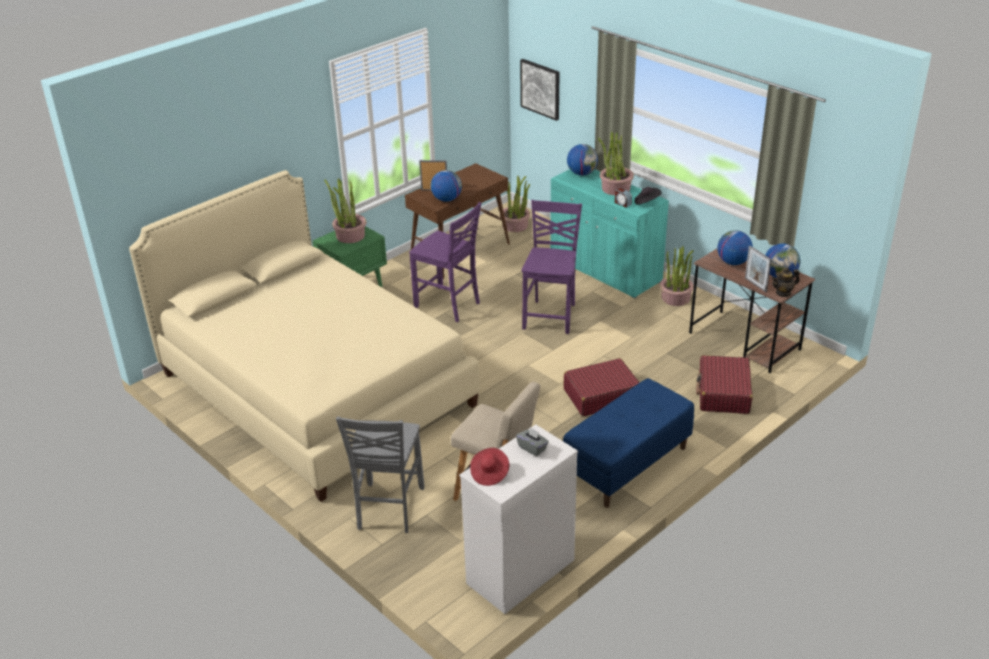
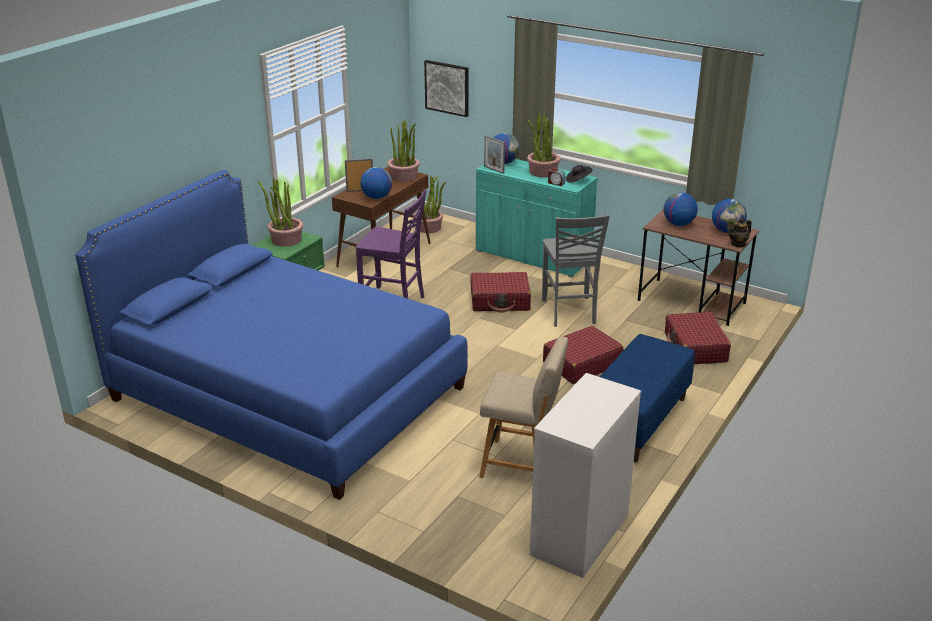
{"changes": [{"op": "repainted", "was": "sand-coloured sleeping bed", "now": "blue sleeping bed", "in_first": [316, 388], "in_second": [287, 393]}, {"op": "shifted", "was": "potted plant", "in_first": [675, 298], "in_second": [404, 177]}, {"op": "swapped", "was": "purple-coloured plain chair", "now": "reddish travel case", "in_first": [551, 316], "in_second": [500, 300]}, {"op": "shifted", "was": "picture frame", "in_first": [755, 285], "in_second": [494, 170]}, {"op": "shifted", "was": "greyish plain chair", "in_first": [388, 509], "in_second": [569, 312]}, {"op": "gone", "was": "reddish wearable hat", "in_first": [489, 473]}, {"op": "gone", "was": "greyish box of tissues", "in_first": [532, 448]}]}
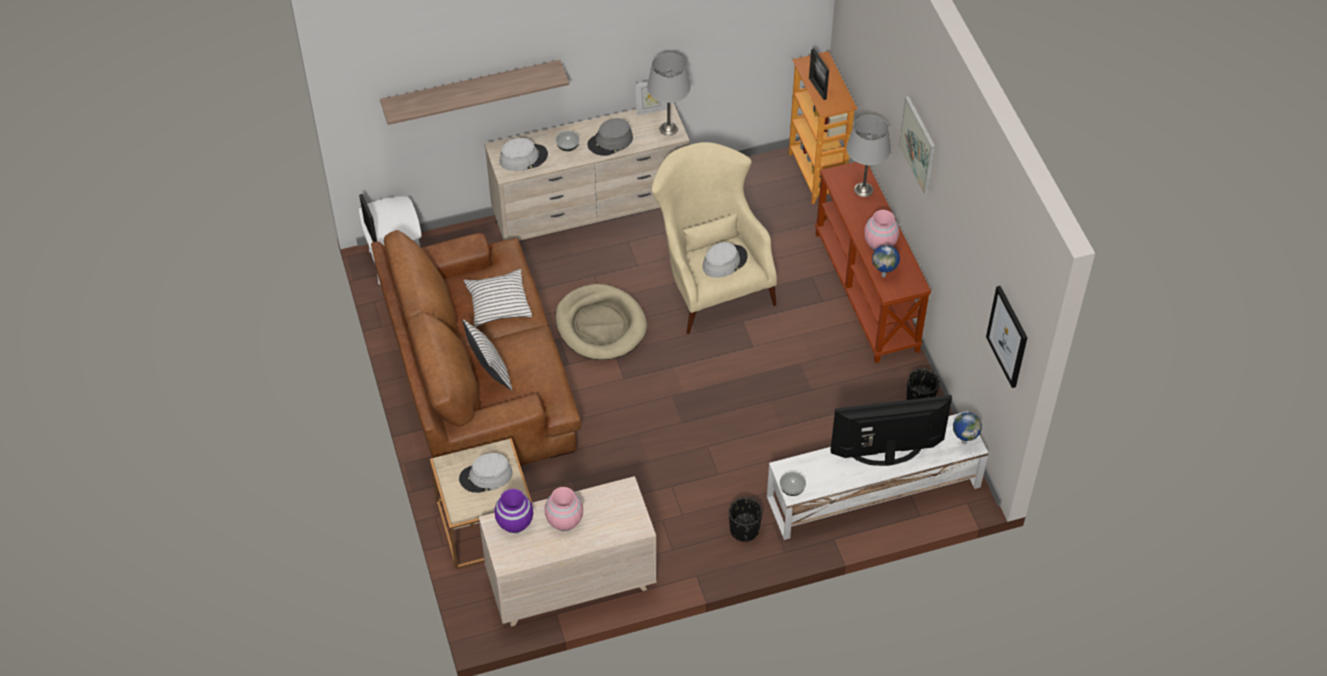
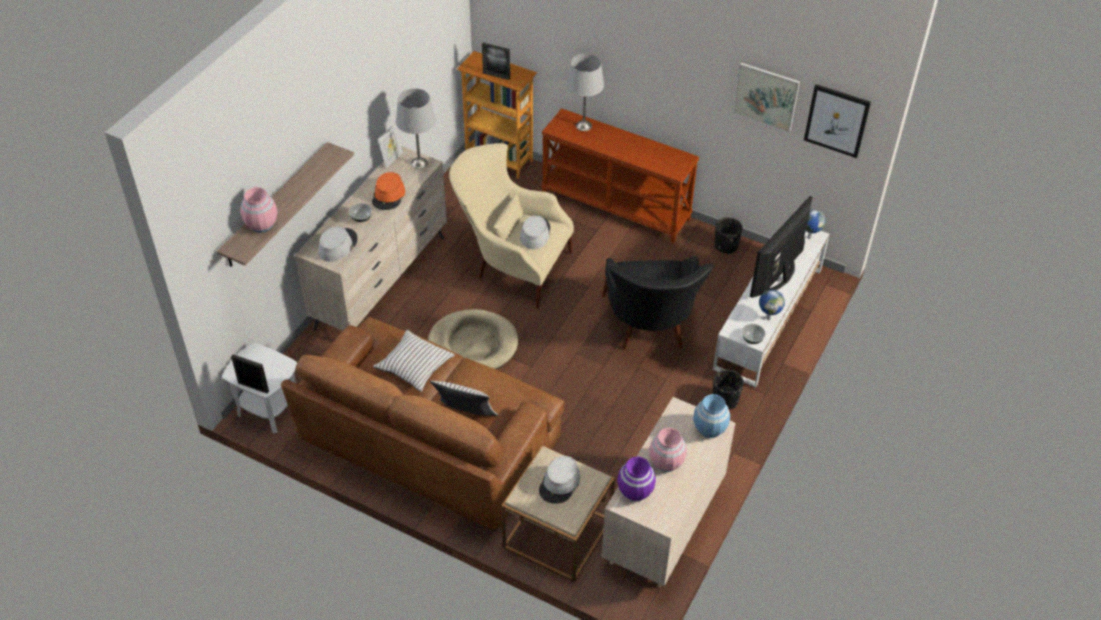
{"changes": [{"op": "shifted", "was": "pinkish decorative vase", "in_first": [880, 243], "in_second": [262, 224]}, {"op": "repainted", "was": "greyish wearable hat", "now": "orangey wearable hat", "in_first": [610, 141], "in_second": [388, 196]}, {"op": "new", "now": "blackish easy chair", "in_second": [649, 331]}, {"op": "new", "now": "blue decorative vase", "in_second": [709, 428]}, {"op": "shifted", "was": "wall picture", "in_first": [918, 145], "in_second": [766, 96]}, {"op": "shifted", "was": "desk globe", "in_first": [884, 275], "in_second": [768, 318]}]}
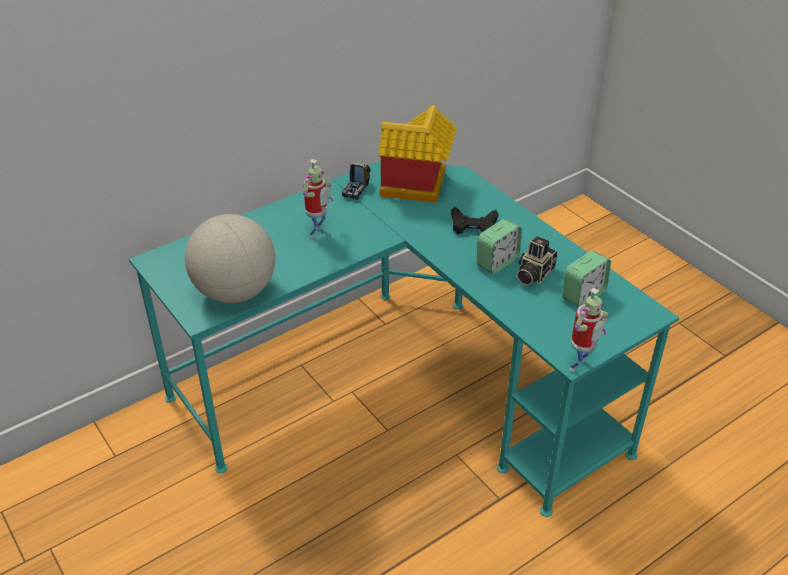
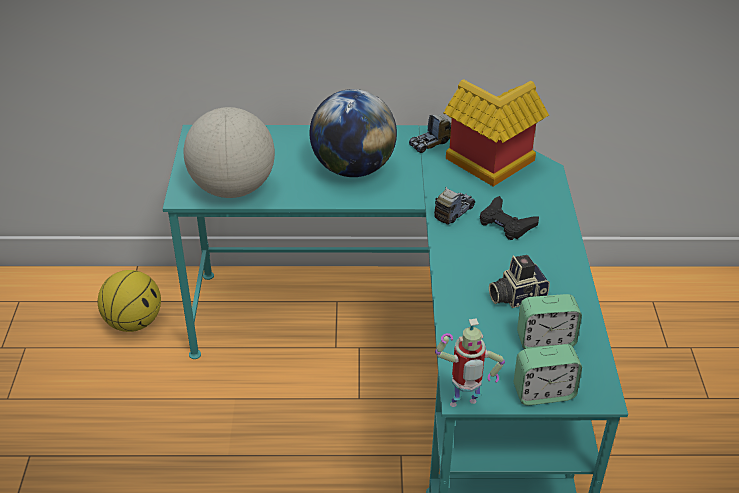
{"changes": [{"op": "new", "now": "ball for basketball", "in_second": [134, 322]}, {"op": "swapped", "was": "model robot", "now": "desk globe", "in_first": [318, 233], "in_second": [353, 169]}, {"op": "new", "now": "model truck", "in_second": [454, 212]}, {"op": "shifted", "was": "table clock", "in_first": [497, 262], "in_second": [543, 393]}]}
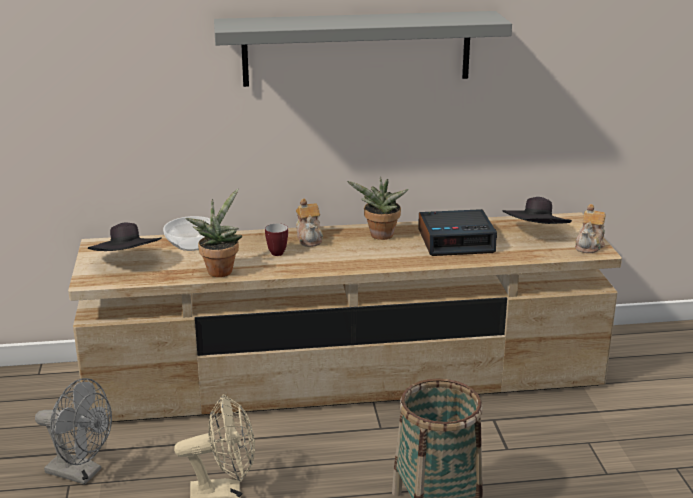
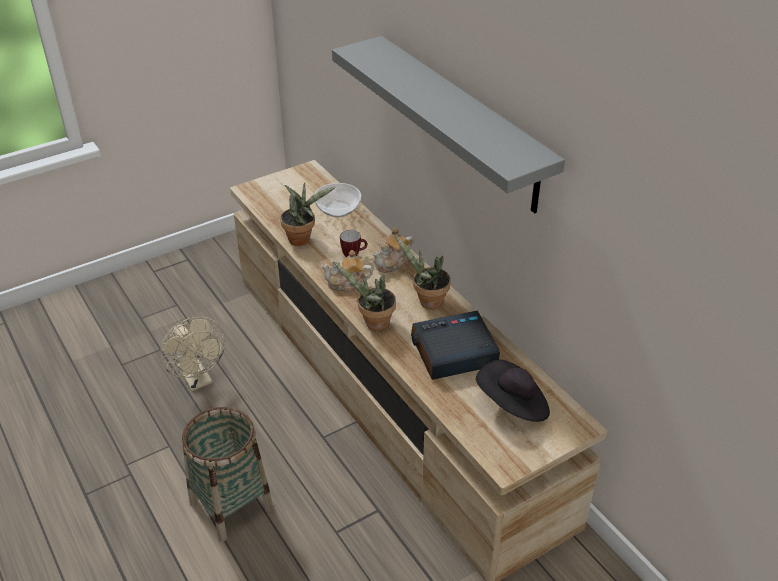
{"changes": [{"op": "shifted", "was": "tea pot", "in_first": [590, 245], "in_second": [347, 284]}, {"op": "new", "now": "potted plant", "in_second": [373, 324]}, {"op": "rotated", "was": "table clock", "in_first": [456, 241], "in_second": [453, 353], "clockwise": 105}, {"op": "gone", "was": "greyish cooling fan", "in_first": [81, 473]}, {"op": "gone", "was": "blackish wearable hat", "in_first": [128, 262]}]}
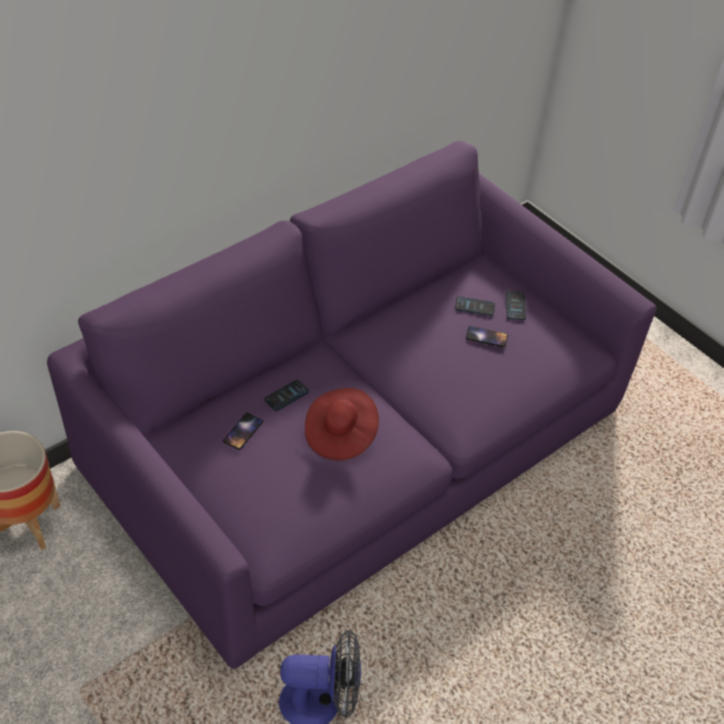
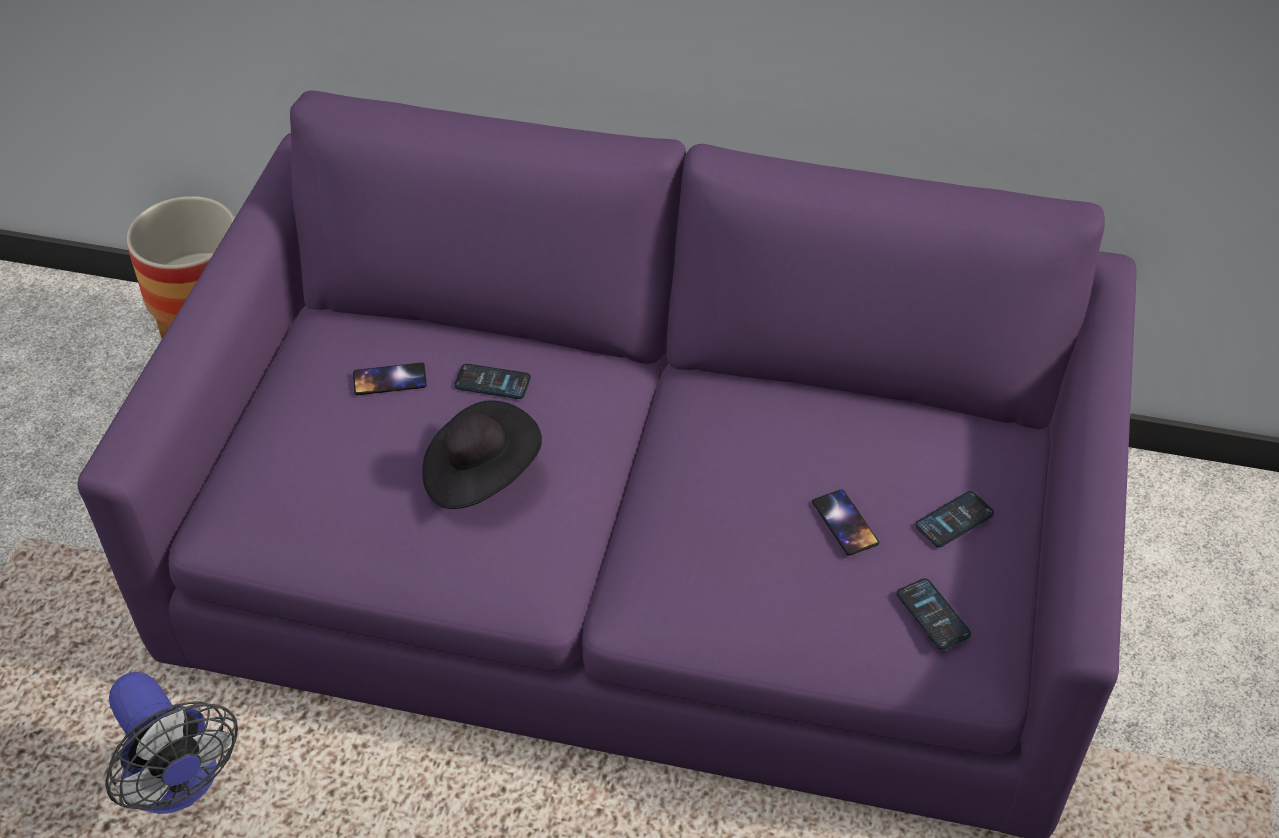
{"changes": [{"op": "repainted", "was": "reddish wearable hat", "now": "blackish wearable hat", "in_first": [340, 435], "in_second": [480, 475]}, {"op": "shifted", "was": "phone", "in_first": [474, 307], "in_second": [933, 615]}]}
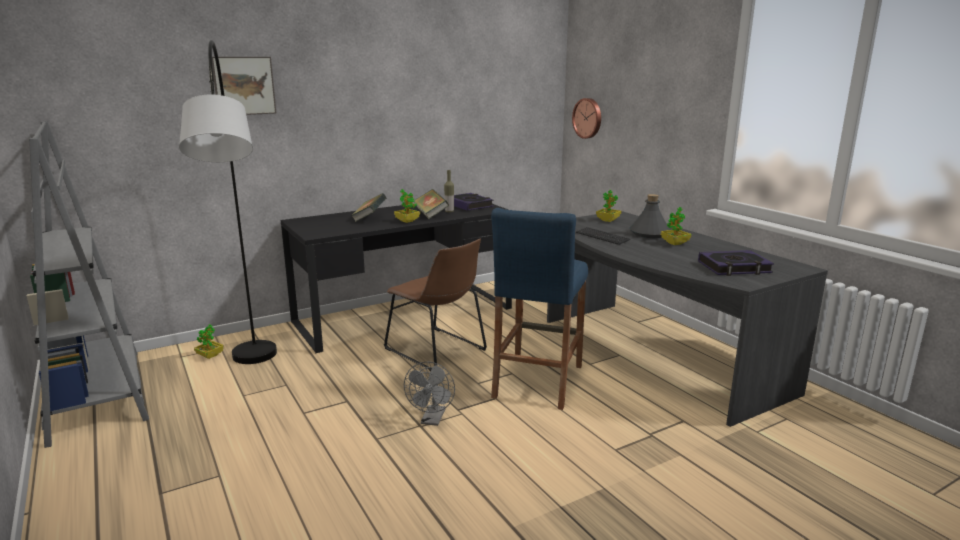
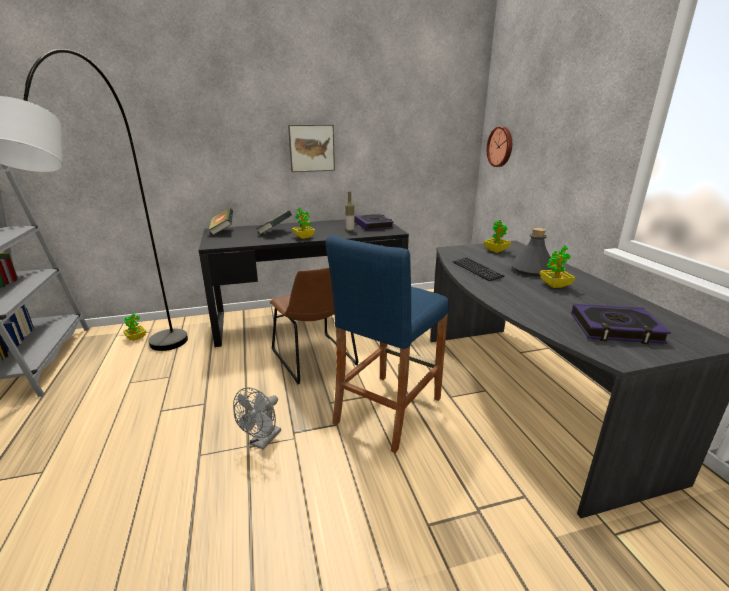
{"changes": [{"op": "shifted", "was": "volume", "in_first": [430, 214], "in_second": [222, 231]}, {"op": "shifted", "was": "wall picture", "in_first": [243, 85], "in_second": [311, 148]}]}
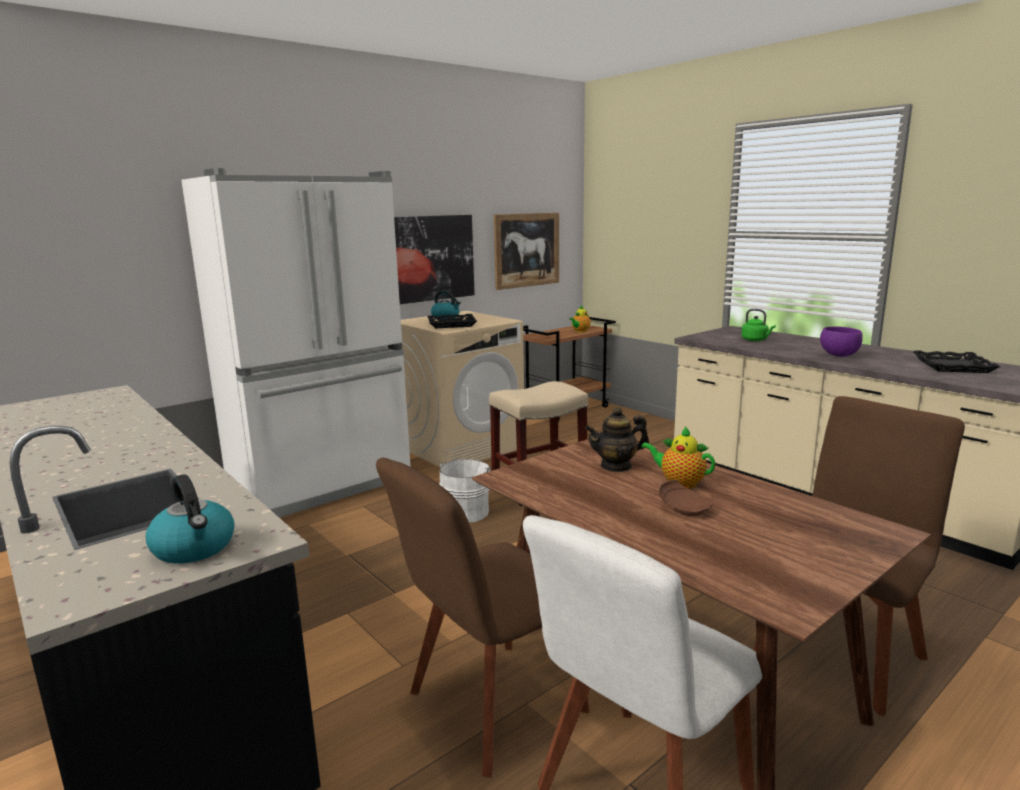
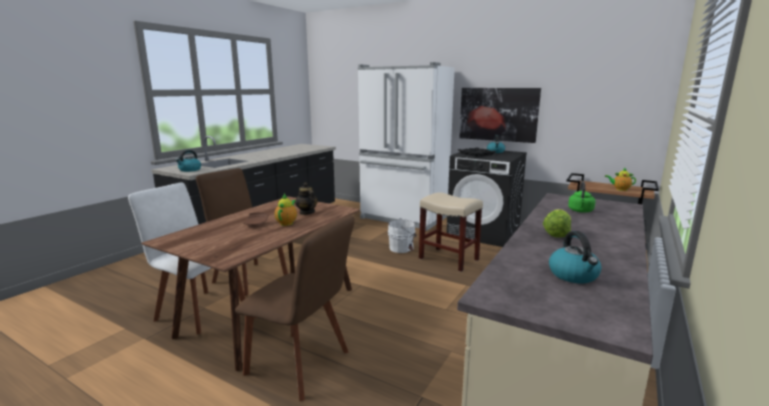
{"changes": [{"op": "repainted", "was": "sand-coloured laundry appliance", "now": "blackish laundry appliance", "in_first": [462, 447], "in_second": [484, 233]}, {"op": "swapped", "was": "purple-coloured bowl", "now": "lettuce head", "in_first": [839, 355], "in_second": [556, 234]}, {"op": "swapped", "was": "blackish carrying tray", "now": "tea kettle", "in_first": [952, 366], "in_second": [574, 275]}, {"op": "gone", "was": "wall picture", "in_first": [527, 250]}]}
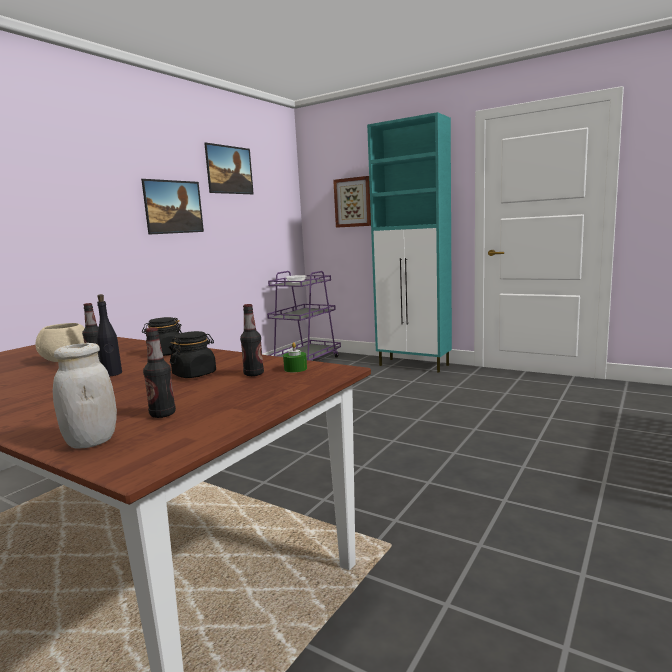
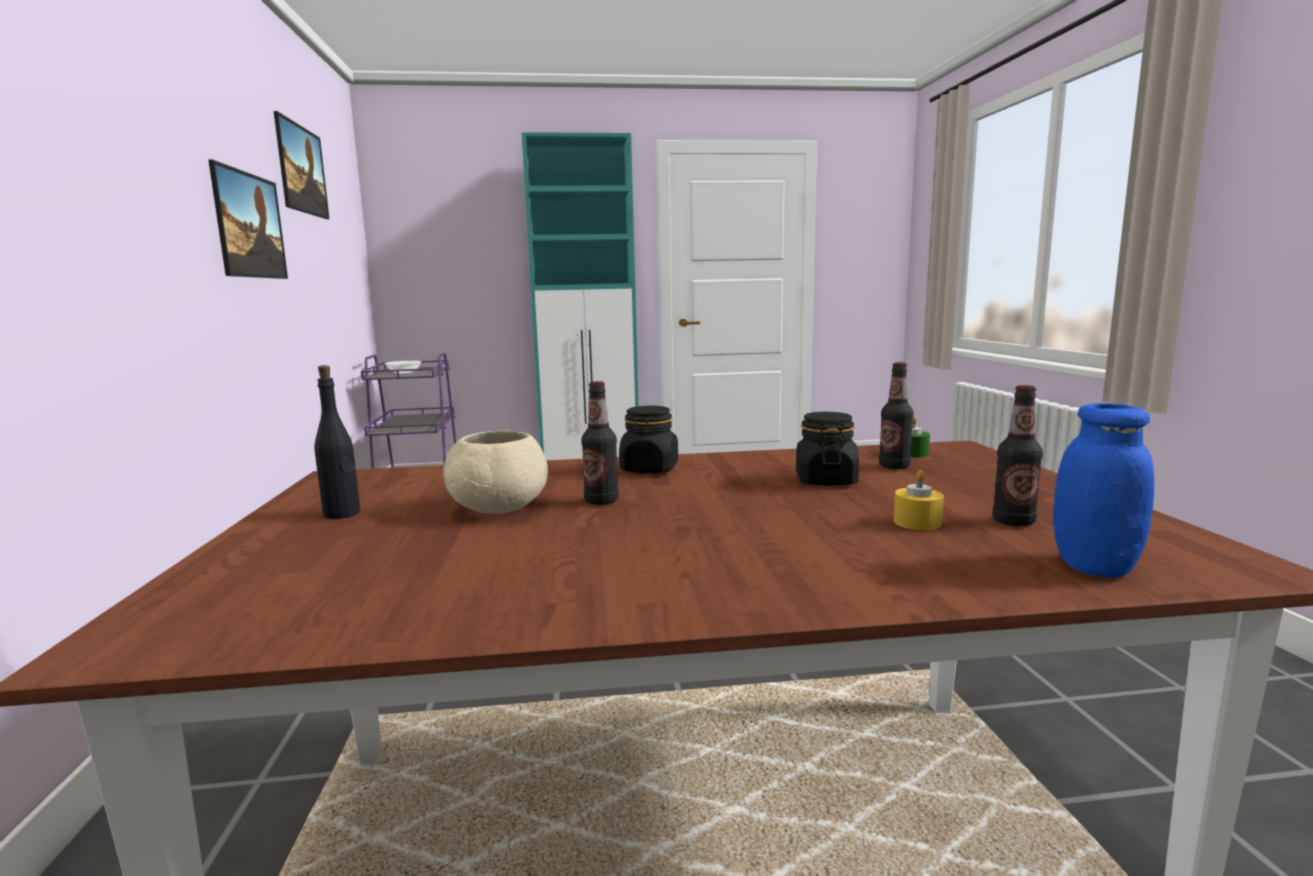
{"changes": [{"op": "shifted", "was": "blackish drink bottle", "in_first": [112, 374], "in_second": [342, 513]}, {"op": "new", "now": "yellow wax light", "in_second": [917, 522]}, {"op": "repainted", "was": "white jar", "now": "blue jar", "in_first": [91, 441], "in_second": [1093, 566]}, {"op": "gone", "was": "wall picture", "in_first": [353, 202]}]}
